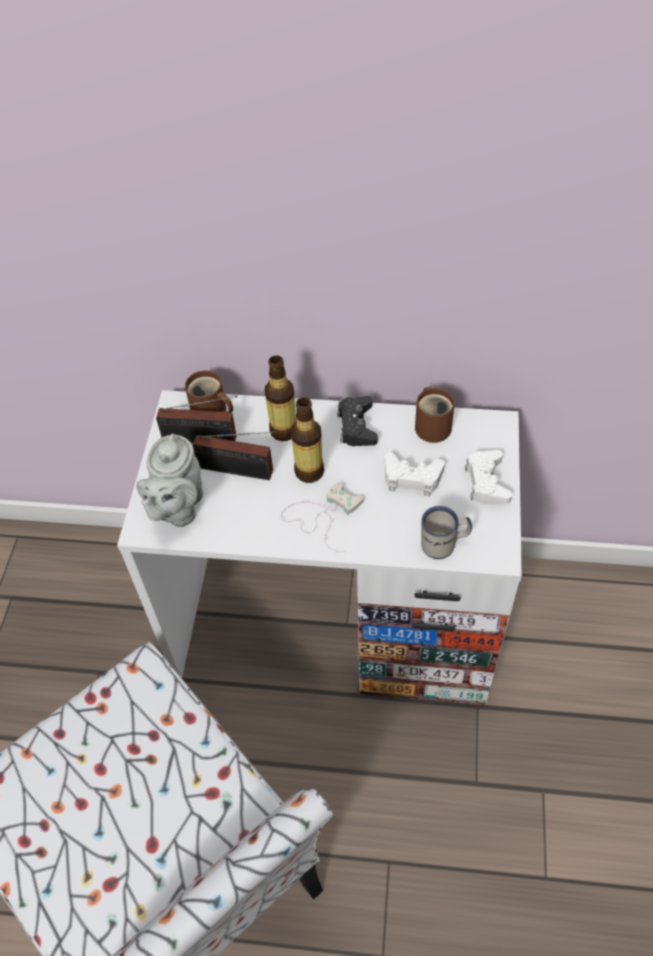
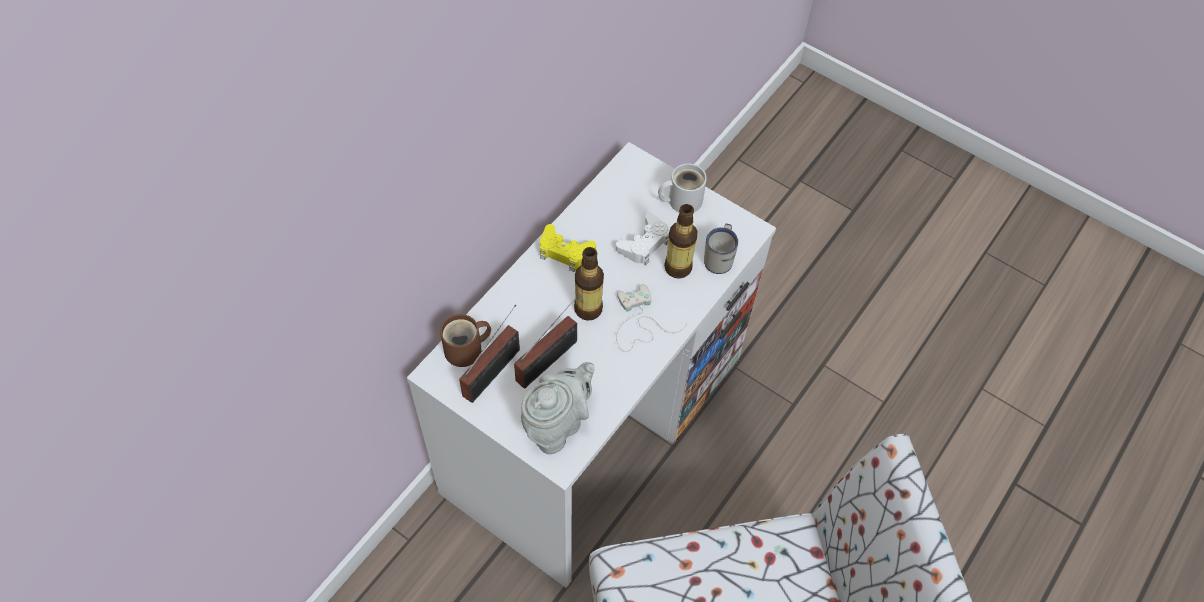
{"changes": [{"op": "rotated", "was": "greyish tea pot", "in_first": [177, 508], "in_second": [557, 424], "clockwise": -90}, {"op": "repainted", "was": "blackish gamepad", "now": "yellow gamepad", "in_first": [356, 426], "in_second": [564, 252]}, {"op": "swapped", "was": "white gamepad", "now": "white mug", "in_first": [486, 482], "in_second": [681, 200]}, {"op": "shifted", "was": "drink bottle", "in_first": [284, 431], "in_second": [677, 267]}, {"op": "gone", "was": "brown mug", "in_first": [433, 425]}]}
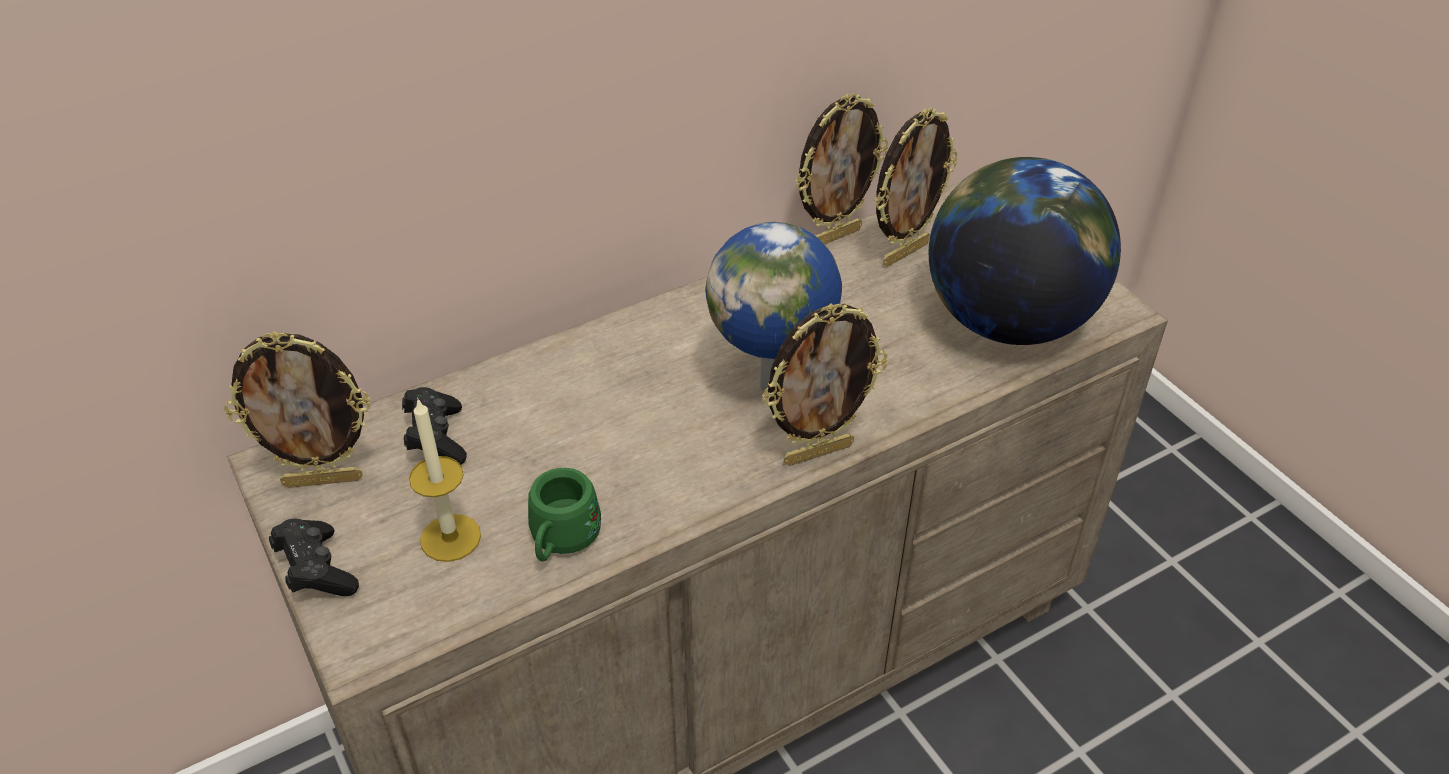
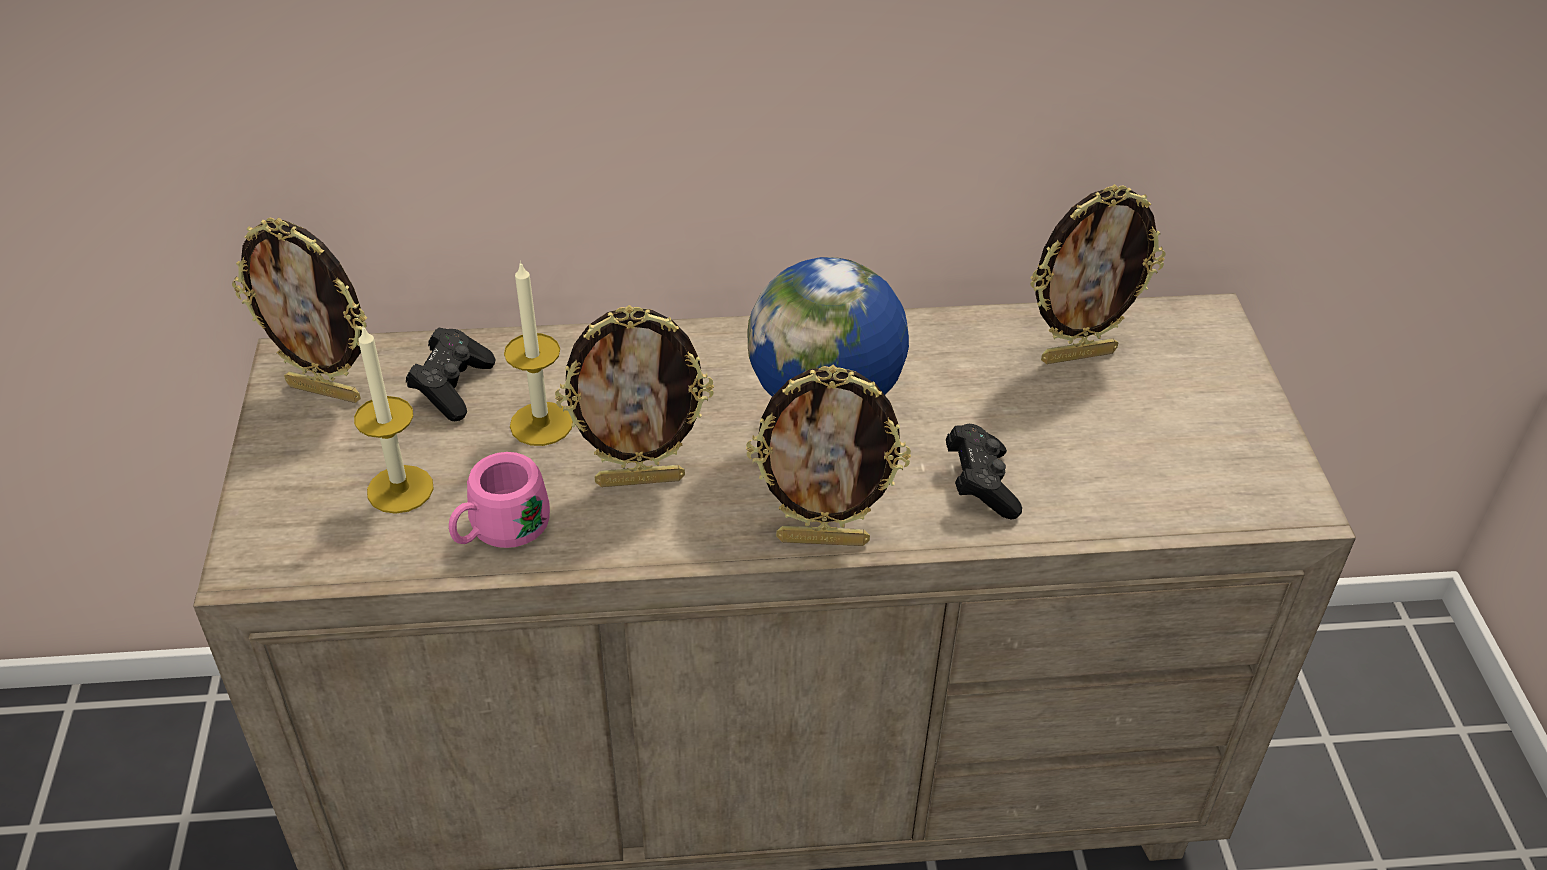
{"changes": [{"op": "repainted", "was": "green mug", "now": "pinkish mug", "in_first": [561, 541], "in_second": [500, 532]}, {"op": "new", "now": "wax light", "in_second": [541, 424]}, {"op": "shifted", "was": "picture frame", "in_first": [834, 236], "in_second": [640, 479]}, {"op": "shifted", "was": "blackish gamepad", "in_first": [317, 571], "in_second": [980, 485]}, {"op": "gone", "was": "desk globe", "in_first": [1007, 320]}]}
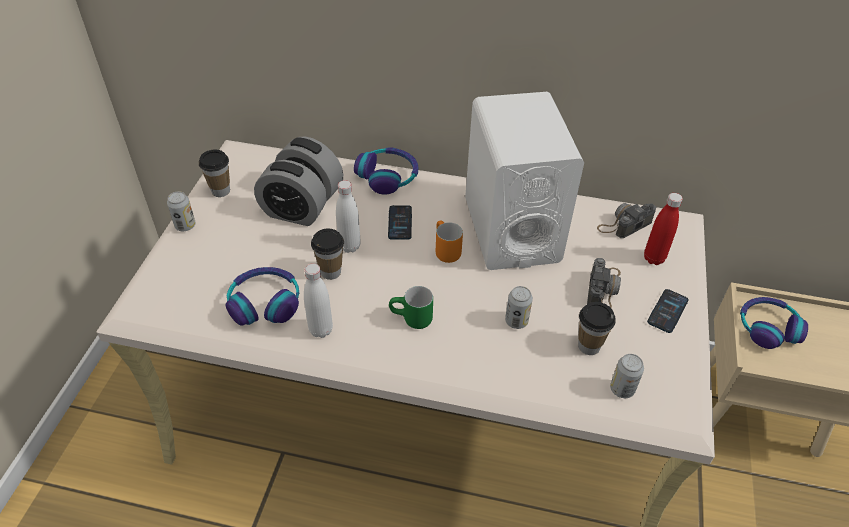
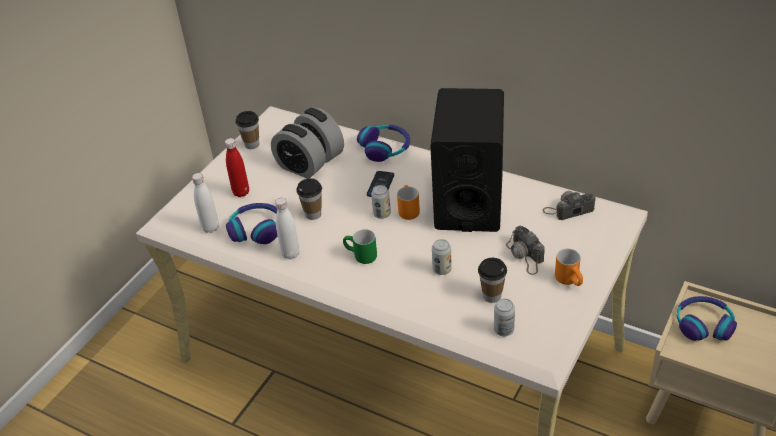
{"changes": [{"op": "shifted", "was": "white drink bottle", "in_first": [349, 246], "in_second": [210, 228]}, {"op": "shifted", "was": "reddish drink bottle", "in_first": [654, 258], "in_second": [241, 192]}, {"op": "shifted", "was": "sealed can", "in_first": [185, 226], "in_second": [382, 214]}, {"op": "repainted", "was": "white speaker", "now": "blackish speaker", "in_first": [511, 229], "in_second": [469, 201]}, {"op": "rotated", "was": "still camera", "in_first": [603, 288], "in_second": [525, 255], "clockwise": 120}, {"op": "swapped", "was": "phone", "now": "orangey mug", "in_first": [667, 311], "in_second": [571, 280]}]}
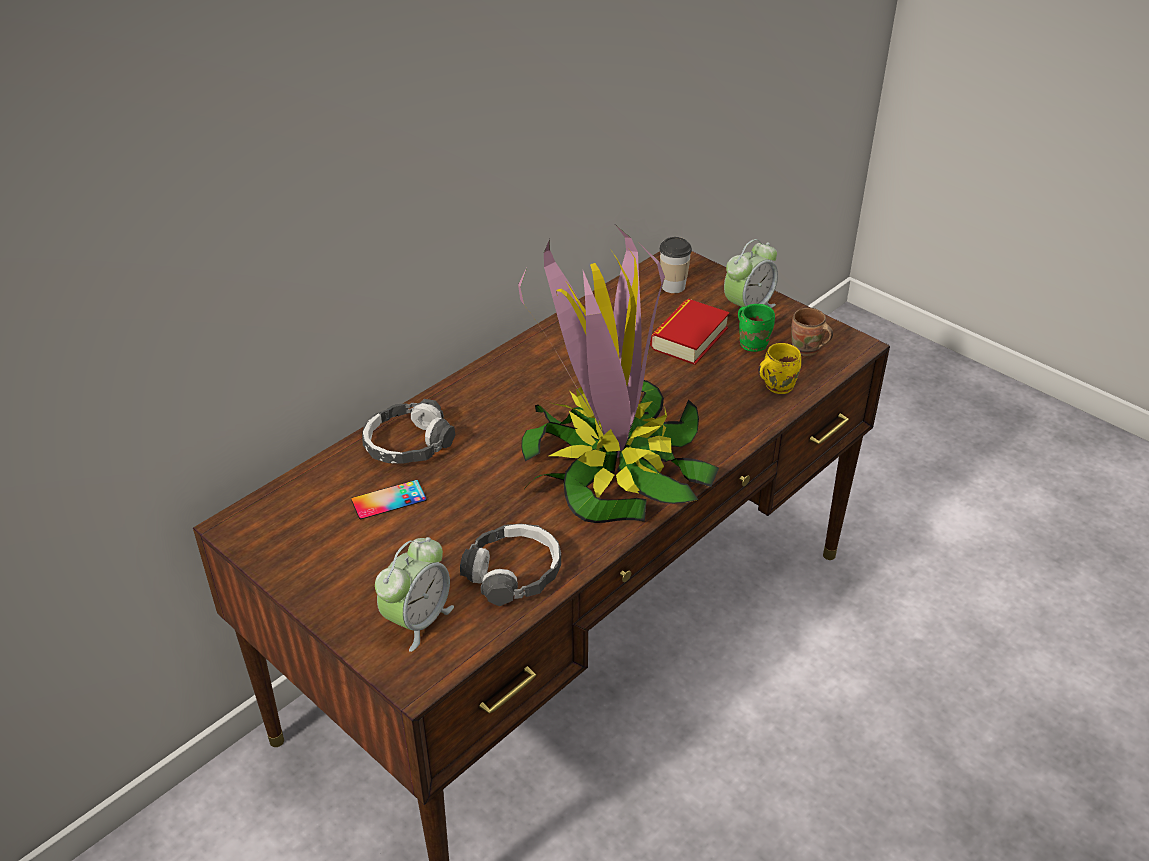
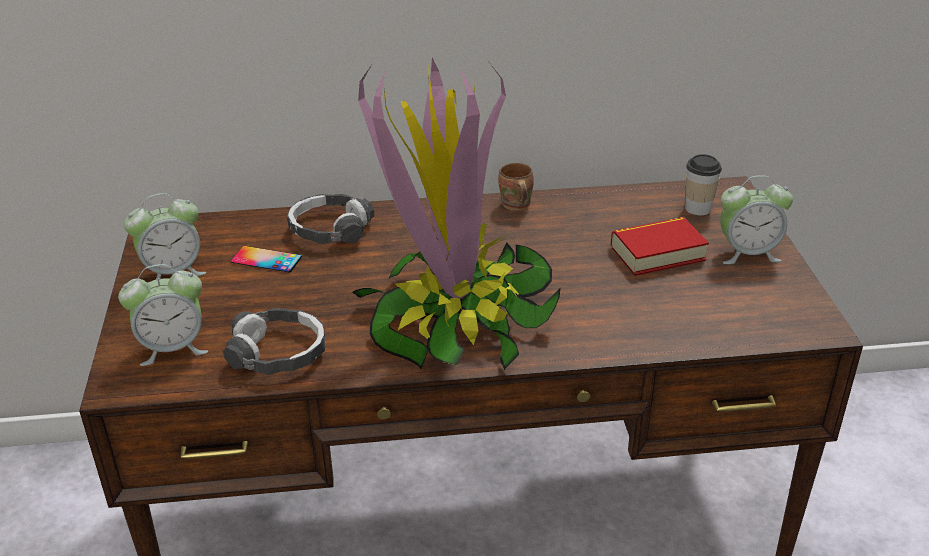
{"changes": [{"op": "new", "now": "table clock", "in_second": [173, 272]}, {"op": "shifted", "was": "brown mug", "in_first": [806, 350], "in_second": [515, 206]}, {"op": "gone", "was": "green mug", "in_first": [753, 343]}, {"op": "gone", "was": "yellow mug", "in_first": [776, 385]}]}
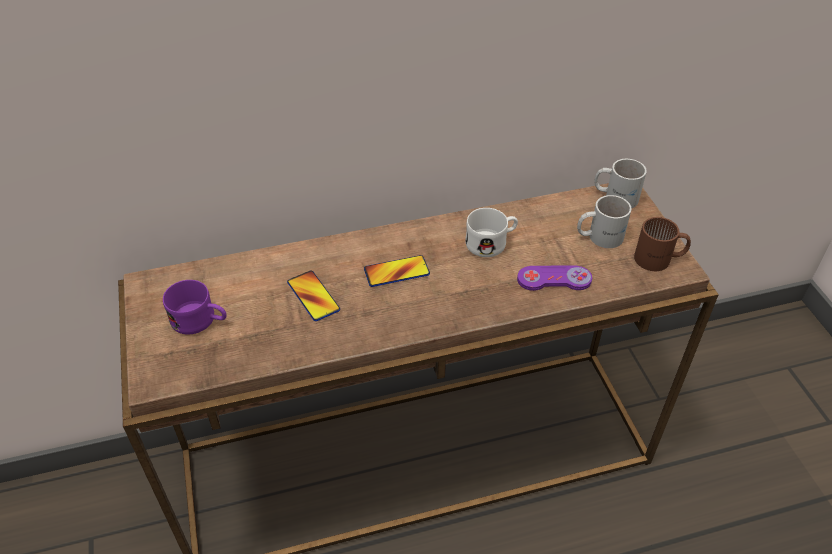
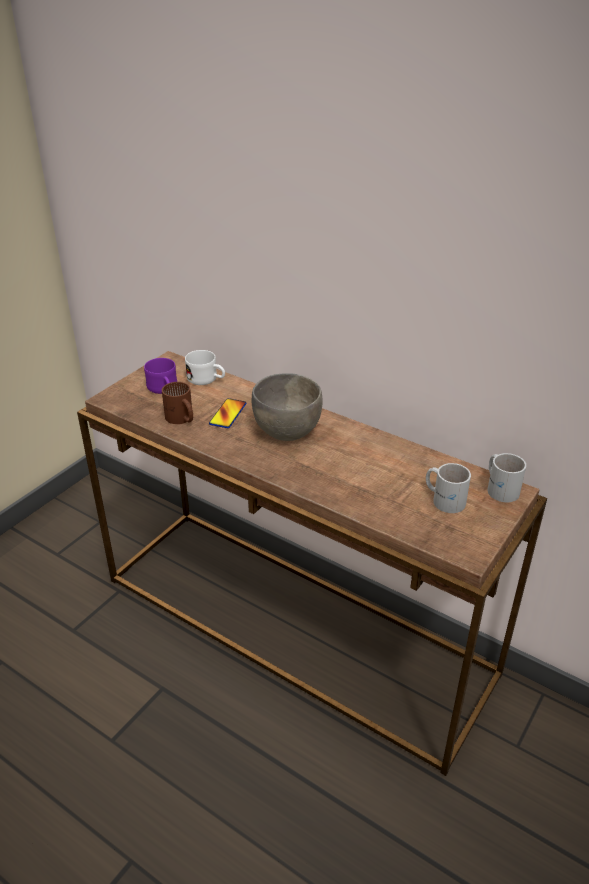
{"changes": [{"op": "shifted", "was": "brown mug", "in_first": [659, 260], "in_second": [180, 419]}, {"op": "shifted", "was": "white mug", "in_first": [492, 242], "in_second": [207, 379]}, {"op": "swapped", "was": "phone", "now": "greyish bowl", "in_first": [396, 272], "in_second": [287, 432]}, {"op": "gone", "was": "purple-coloured gamepad", "in_first": [554, 279]}]}
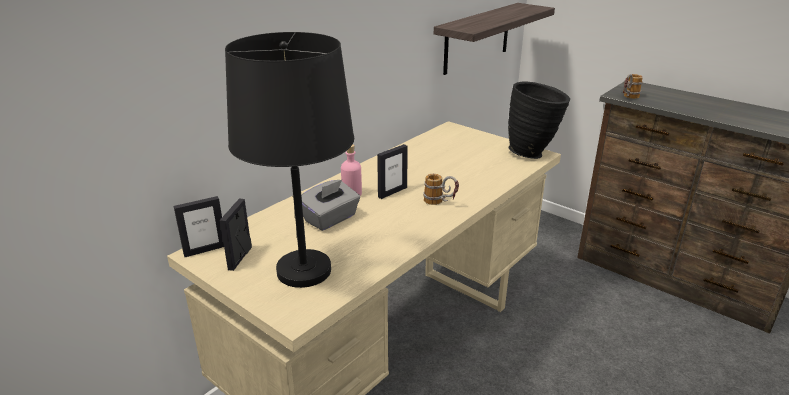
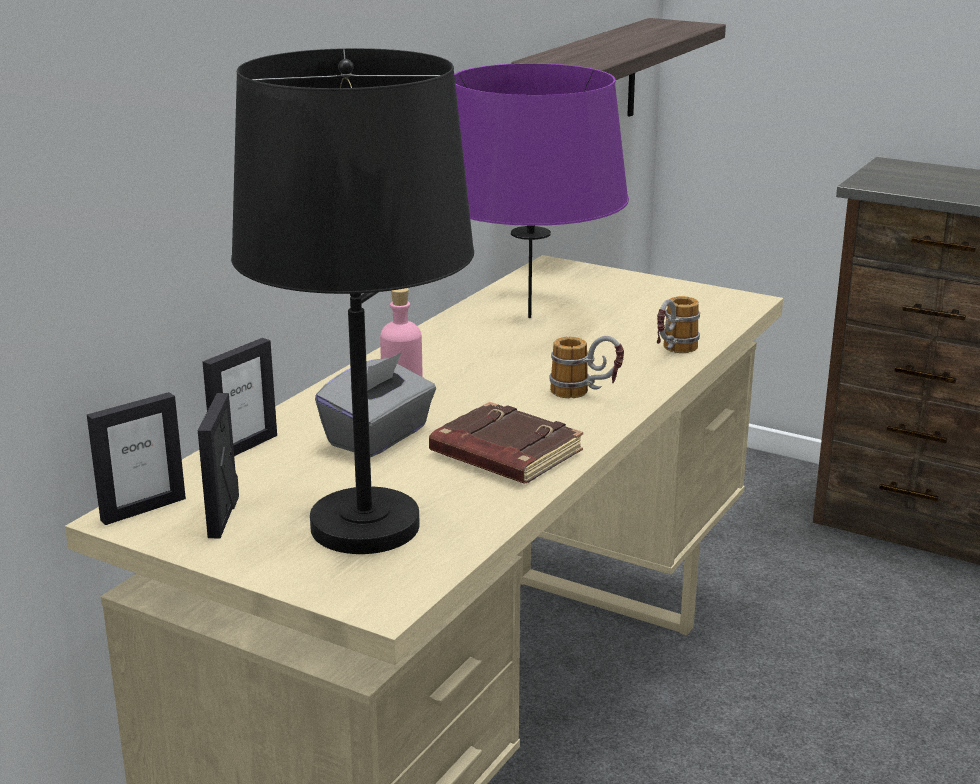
{"changes": [{"op": "shifted", "was": "picture frame", "in_first": [392, 192], "in_second": [244, 447]}, {"op": "new", "now": "brown volume", "in_second": [503, 454]}, {"op": "new", "now": "purple-coloured table lamp", "in_second": [530, 317]}, {"op": "shifted", "was": "mug", "in_first": [628, 98], "in_second": [673, 352]}, {"op": "gone", "was": "blackish decorative vase", "in_first": [533, 153]}]}
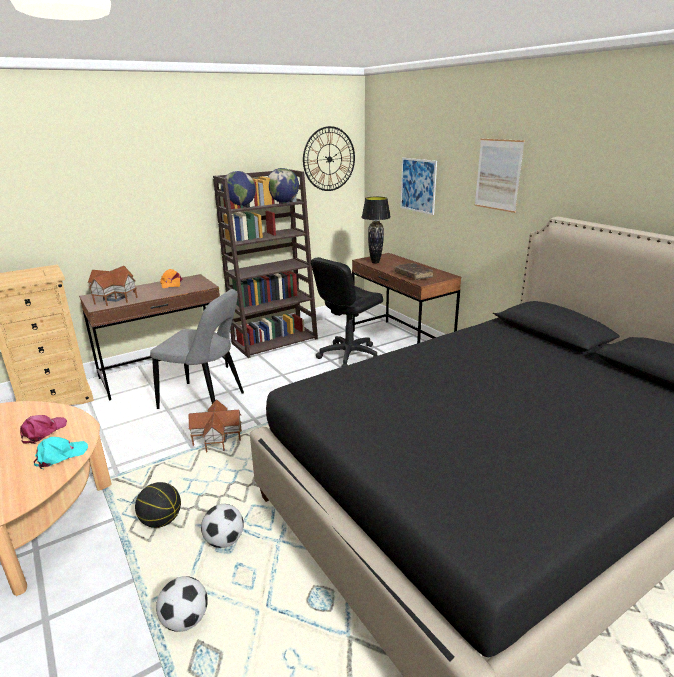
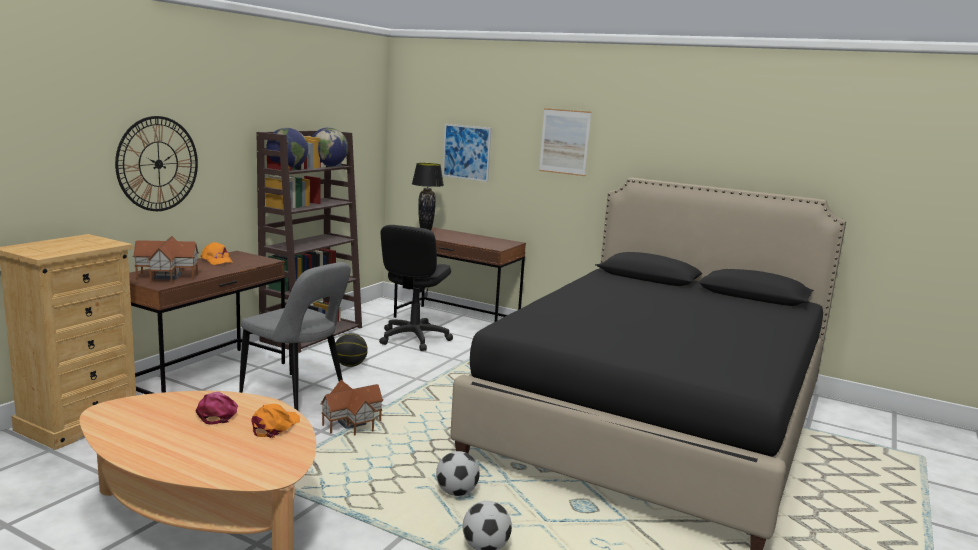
{"changes": [{"op": "shifted", "was": "wall clock", "in_first": [329, 159], "in_second": [158, 164]}, {"op": "rotated", "was": "greyish plain chair", "in_first": [205, 401], "in_second": [296, 396], "clockwise": 45}, {"op": "repainted", "was": "blue-green baseball cap", "now": "orangey baseball cap", "in_first": [60, 455], "in_second": [275, 426]}, {"op": "shifted", "was": "ball for basketball", "in_first": [161, 521], "in_second": [350, 365]}, {"op": "gone", "was": "brown volume", "in_first": [413, 275]}]}
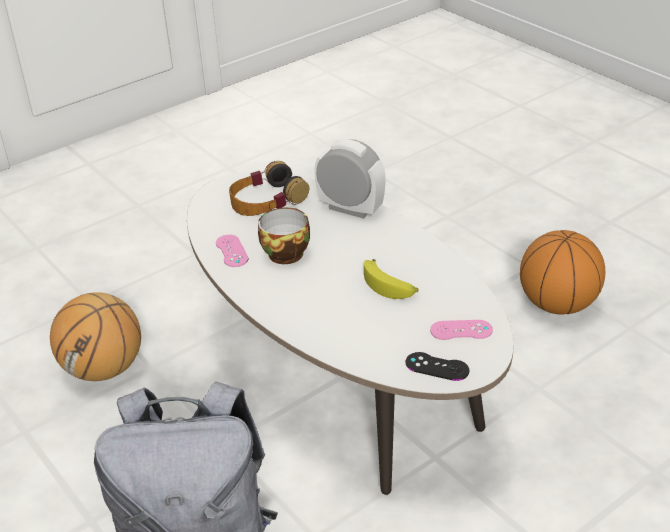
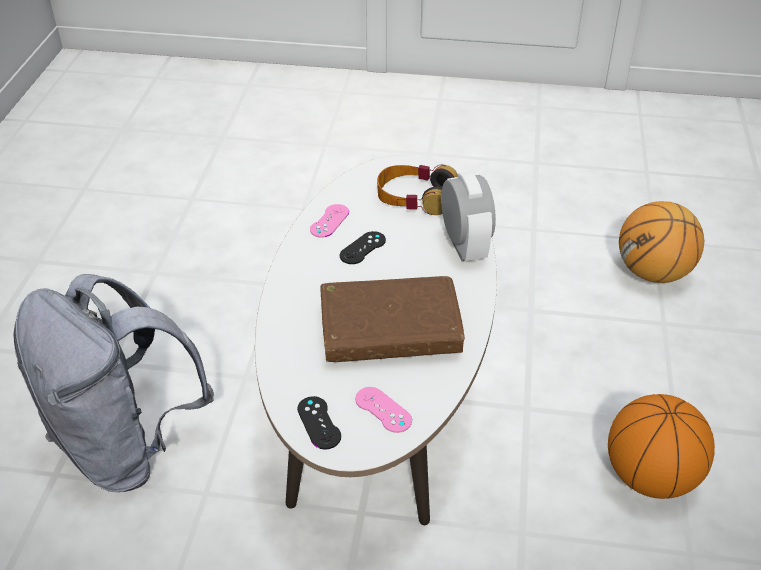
{"changes": [{"op": "swapped", "was": "banana fruit", "now": "brown volume", "in_first": [389, 286], "in_second": [390, 331]}, {"op": "swapped", "was": "drinking cup", "now": "blackish gamepad", "in_first": [285, 252], "in_second": [362, 248]}, {"op": "shifted", "was": "ball for basketball", "in_first": [104, 369], "in_second": [653, 273]}]}
